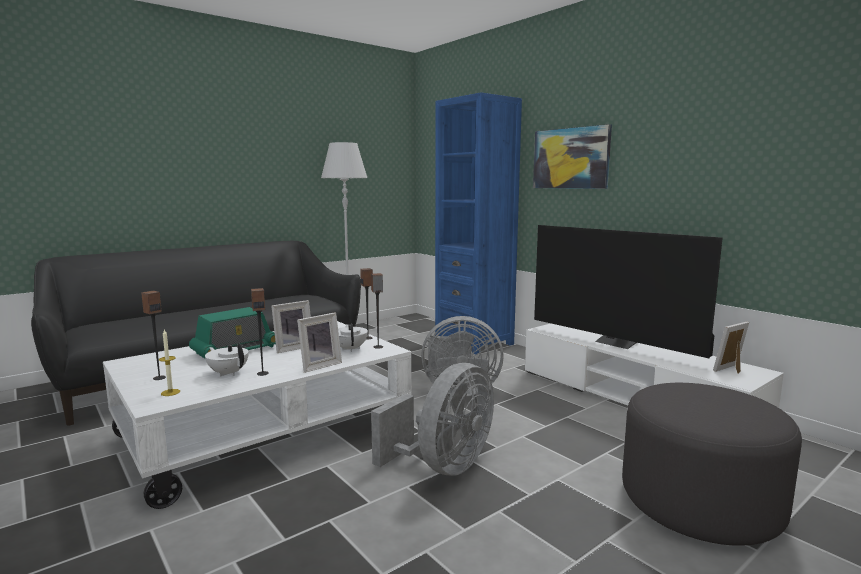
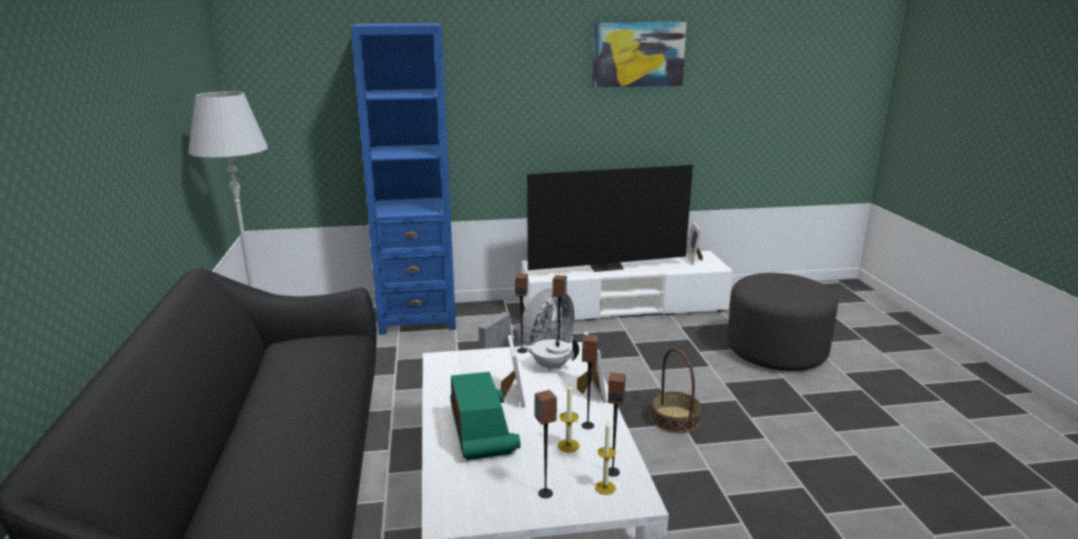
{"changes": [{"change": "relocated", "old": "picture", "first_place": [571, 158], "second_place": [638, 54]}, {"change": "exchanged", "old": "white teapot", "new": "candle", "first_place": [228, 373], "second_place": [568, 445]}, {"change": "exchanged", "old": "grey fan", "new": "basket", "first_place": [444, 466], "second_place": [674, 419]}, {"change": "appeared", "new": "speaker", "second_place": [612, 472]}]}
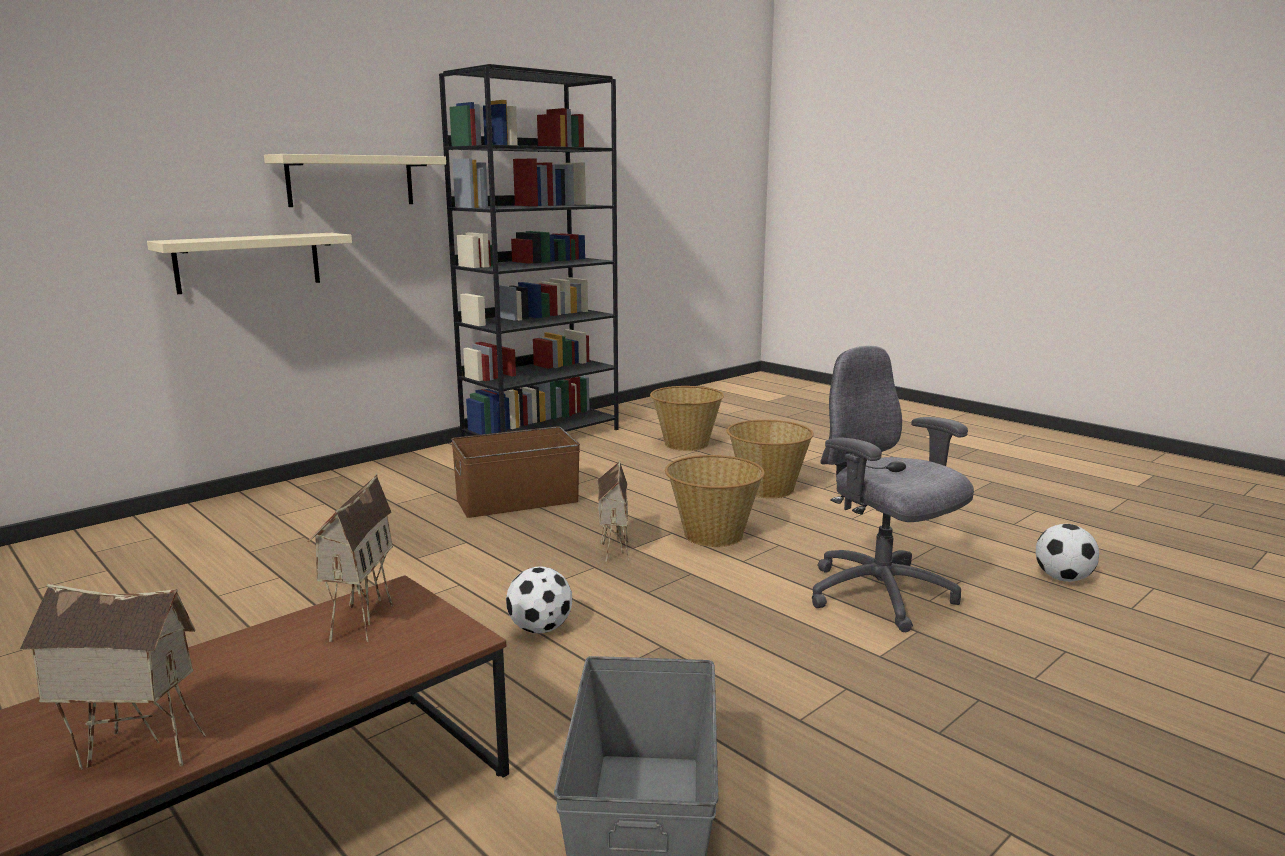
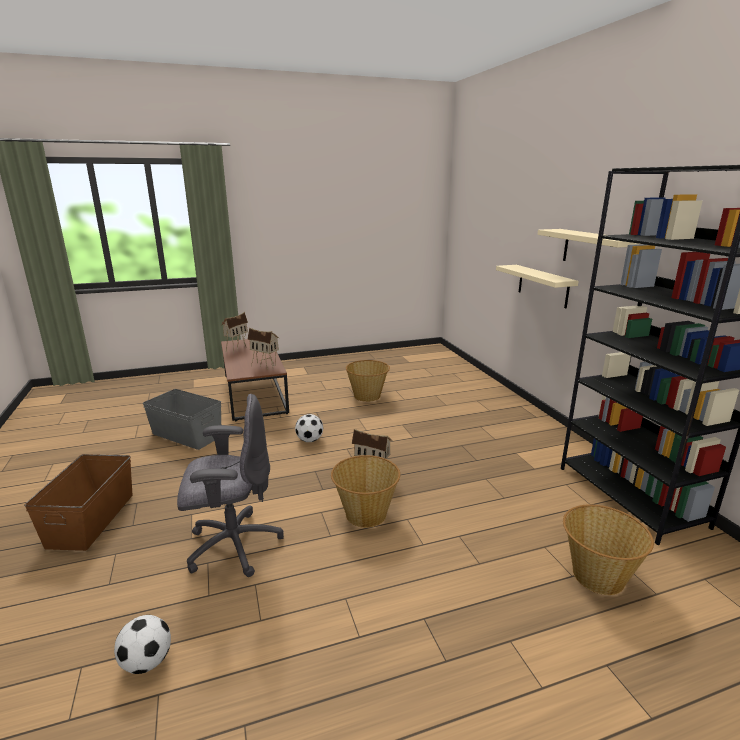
{"changes": [{"change": "relocated", "old": "basket", "first_place": [767, 489], "second_place": [367, 396]}, {"change": "relocated", "old": "brown storage box", "first_place": [516, 500], "second_place": [92, 519]}]}
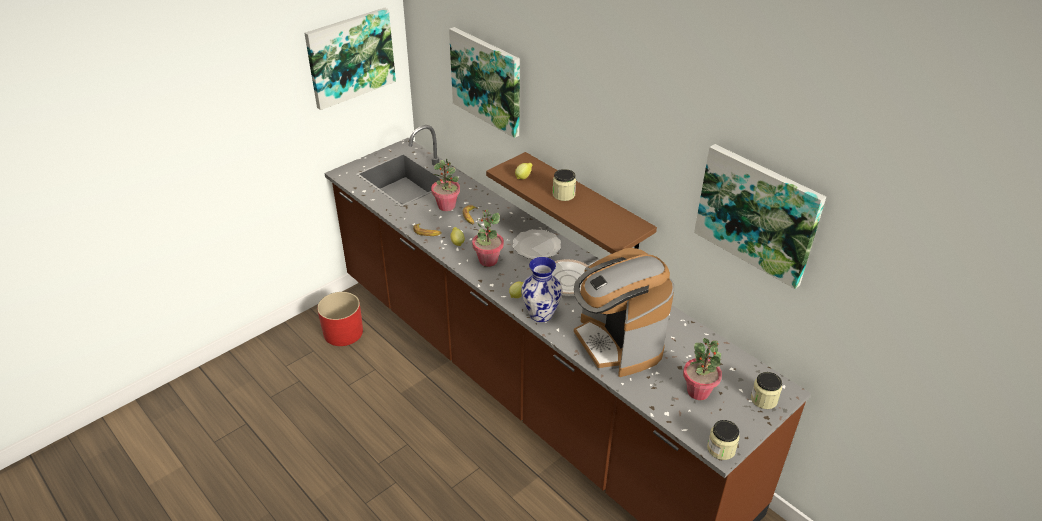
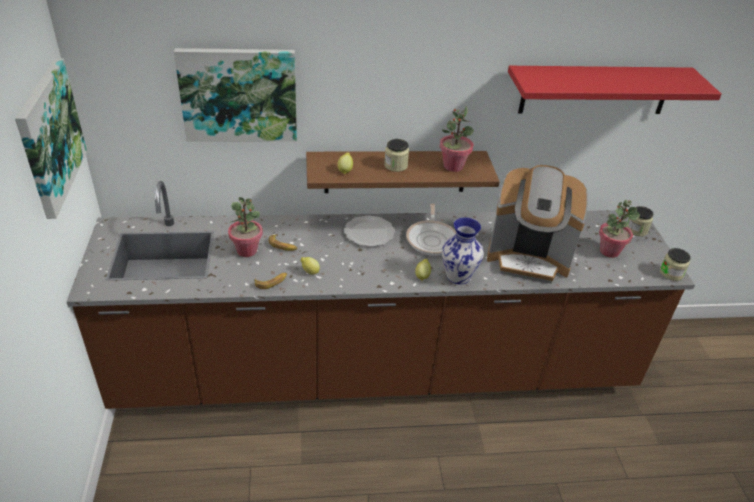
{"changes": [{"change": "exchanged", "old": "picture", "new": "red shelf", "first_place": [758, 214], "second_place": [595, 90]}, {"change": "relocated", "old": "potted plant", "first_place": [488, 260], "second_place": [453, 166]}, {"change": "missing", "old": "red planter", "first_place": [343, 332]}]}
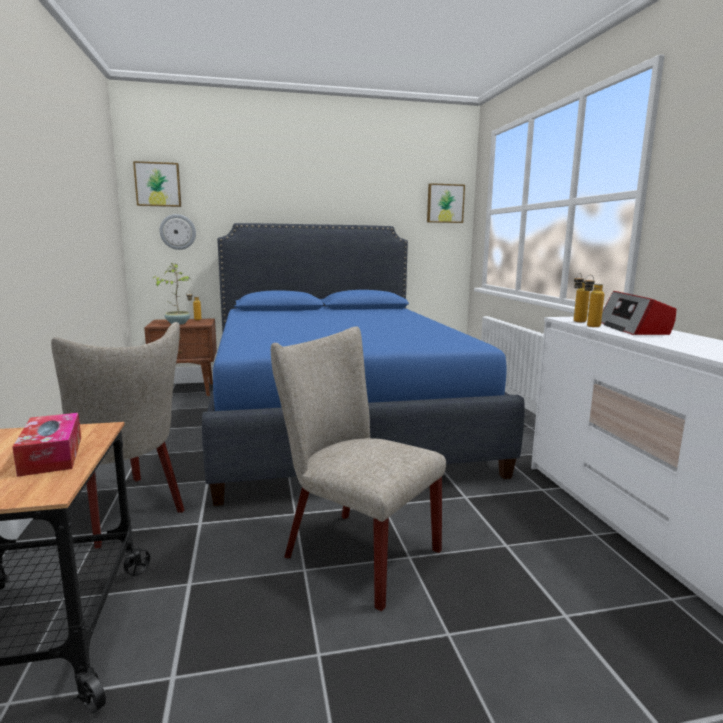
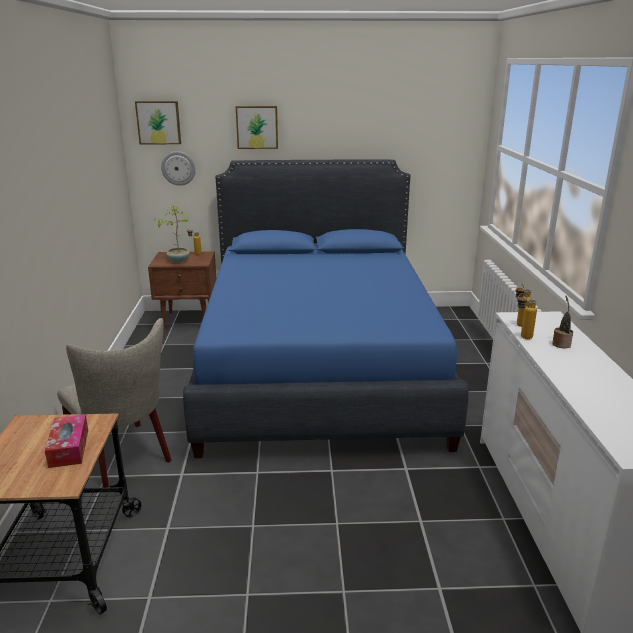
{"changes": [{"change": "relocated", "old": "picture", "first_place": [445, 203], "second_place": [257, 127]}, {"change": "exchanged", "old": "radio", "new": "potted plant", "first_place": [633, 328], "second_place": [561, 344]}, {"change": "missing", "old": "beige chair", "first_place": [353, 551]}]}
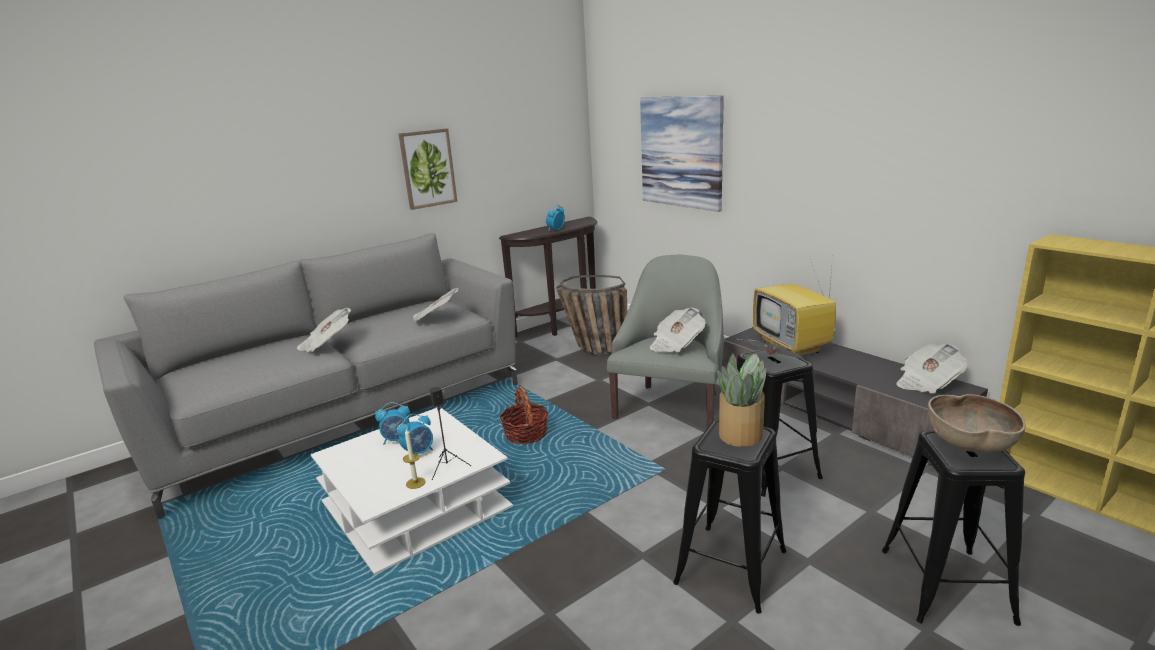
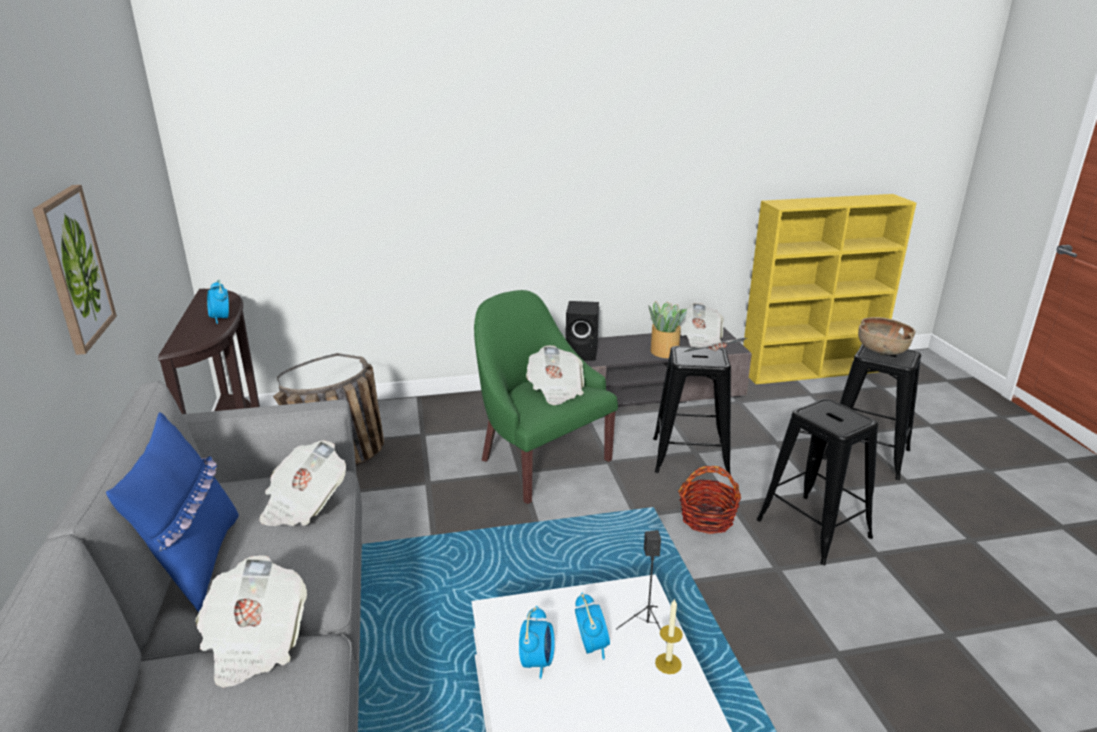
{"changes": [{"change": "missing", "old": "picture", "first_place": [681, 152]}, {"change": "colour", "old": "grey armchair", "new": "green armchair", "first_place": [671, 406], "second_place": [540, 461]}, {"change": "exchanged", "old": "television", "new": "black speaker", "first_place": [793, 347], "second_place": [583, 353]}, {"change": "relocated", "old": "potted plant", "first_place": [741, 434], "second_place": [664, 351]}, {"change": "relocated", "old": "basket", "first_place": [526, 434], "second_place": [707, 519]}, {"change": "appeared", "new": "blue pillow", "second_place": [195, 562]}]}
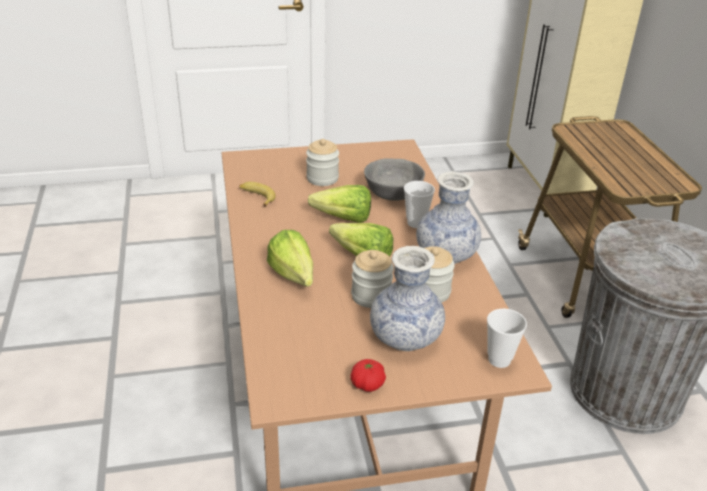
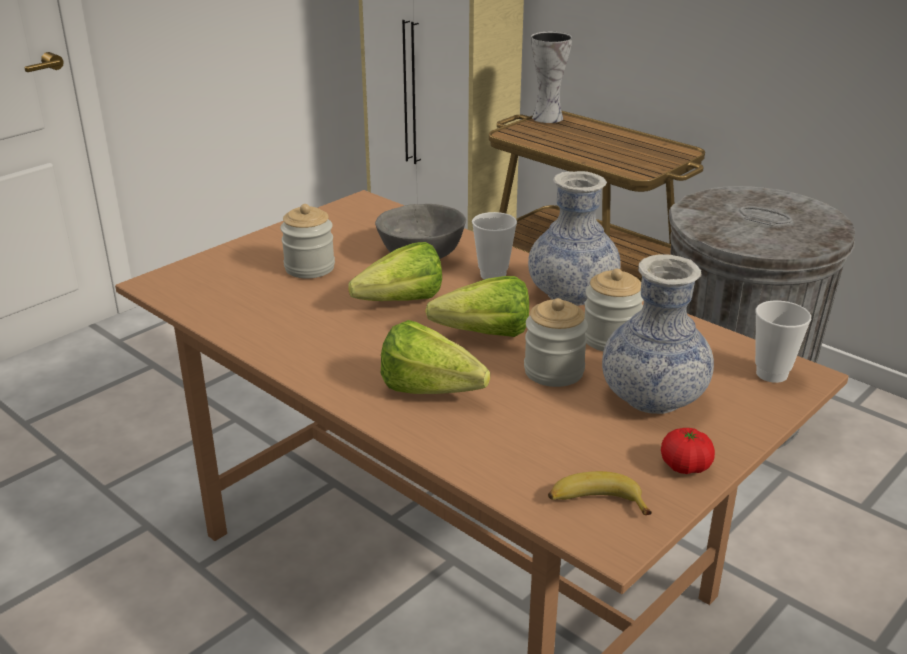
{"changes": [{"change": "relocated", "old": "banana", "first_place": [257, 197], "second_place": [596, 503]}, {"change": "appeared", "new": "vase", "second_place": [546, 117]}]}
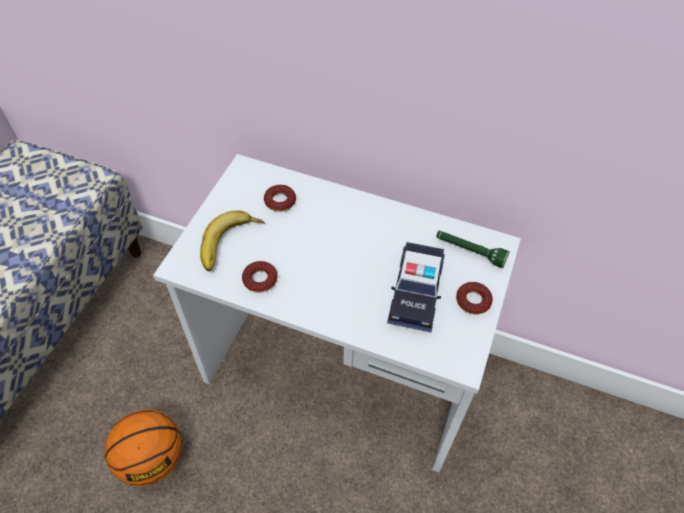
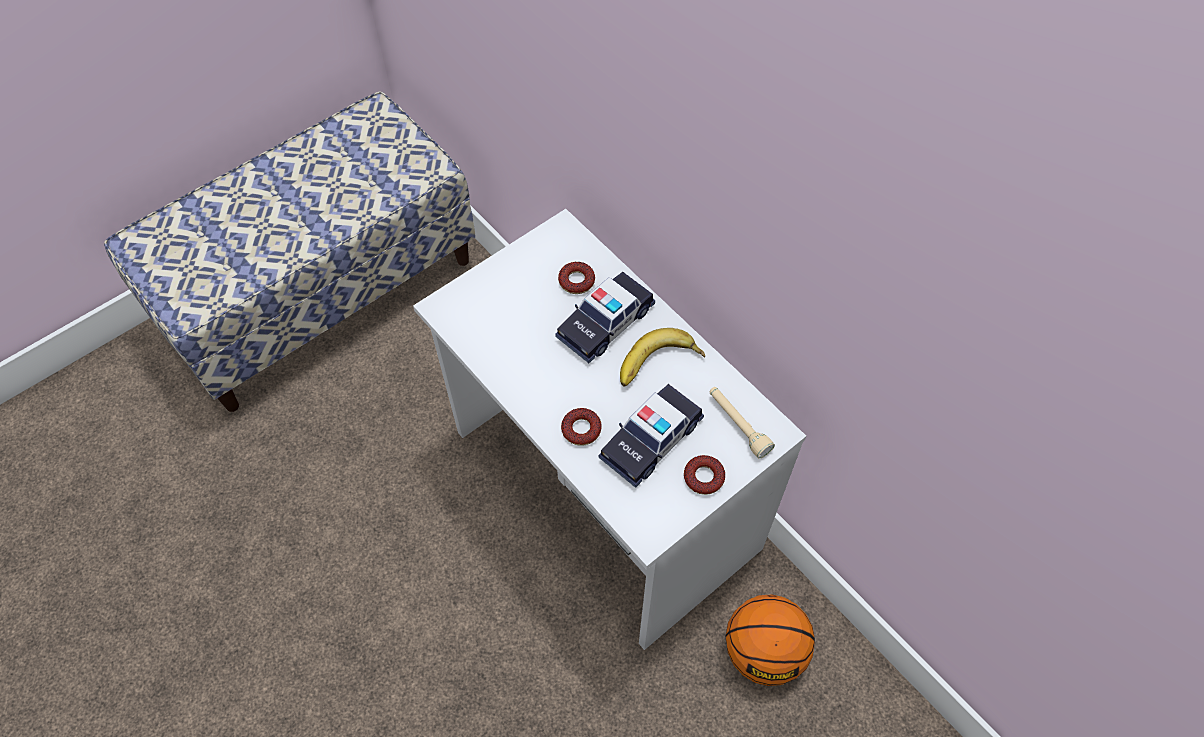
{"changes": [{"change": "relocated", "old": "banana", "first_place": [231, 245], "second_place": [659, 366]}, {"change": "colour", "old": "green flashlight", "new": "beige flashlight", "first_place": [469, 252], "second_place": [737, 425]}, {"change": "relocated", "old": "donut", "first_place": [260, 280], "second_place": [581, 429]}, {"change": "relocated", "old": "basketball", "first_place": [152, 459], "second_place": [764, 651]}, {"change": "appeared", "new": "toy car", "second_place": [605, 323]}]}
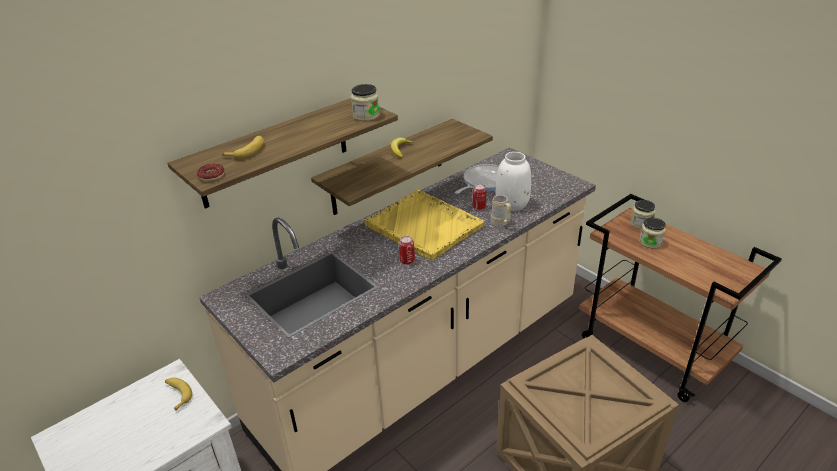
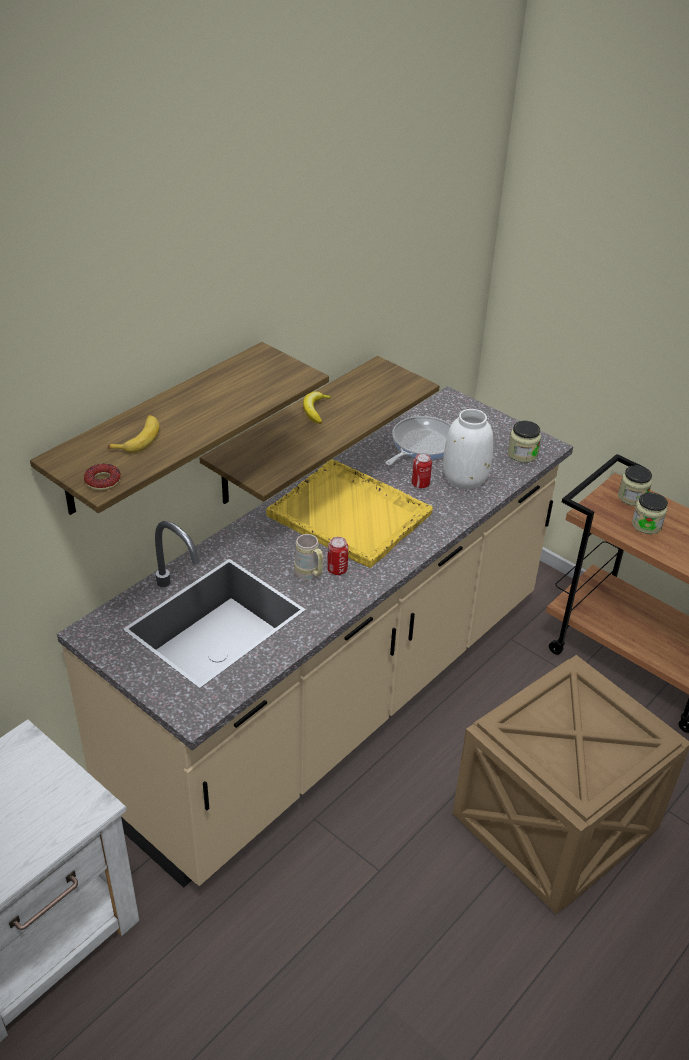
{"changes": [{"change": "relocated", "old": "jar", "first_place": [366, 115], "second_place": [522, 454]}, {"change": "relocated", "old": "beige mug", "first_place": [501, 224], "second_place": [309, 575]}, {"change": "missing", "old": "banana", "first_place": [177, 394]}]}
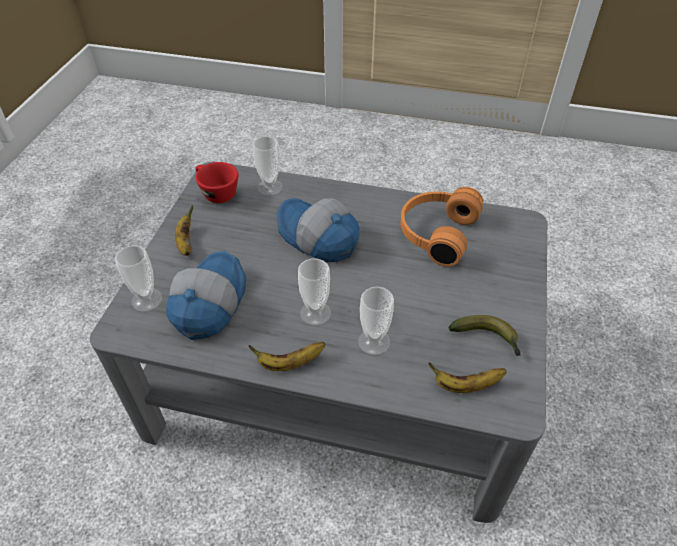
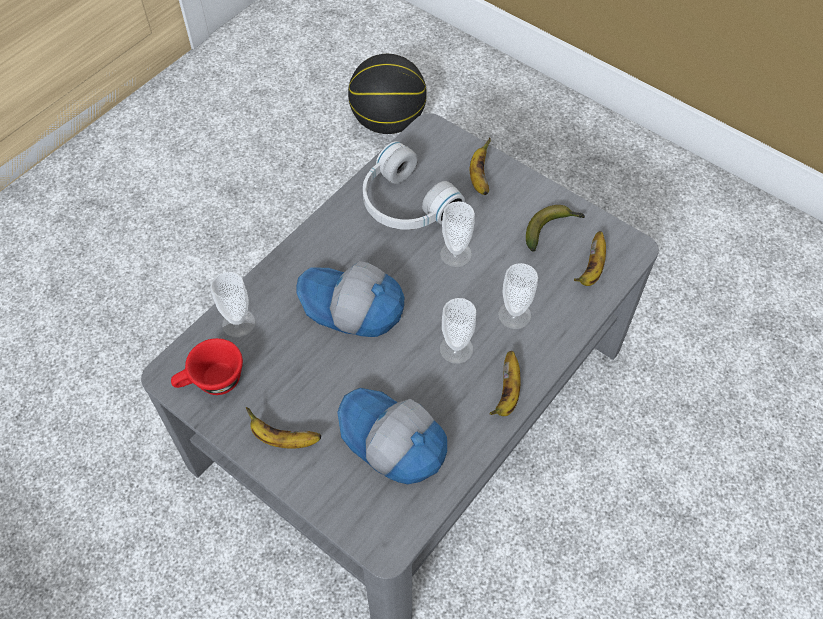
{"changes": [{"change": "colour", "old": "orange headphones", "new": "white headphones", "first_place": [435, 233], "second_place": [404, 205]}, {"change": "spun", "old": "cap", "first_place": [317, 238], "second_place": [351, 308], "degrees": 45}, {"change": "relocated", "old": "cup", "first_place": [147, 300], "second_place": [456, 254]}, {"change": "appeared", "new": "basketball", "second_place": [388, 121]}, {"change": "appeared", "new": "banana", "second_place": [479, 178]}]}
